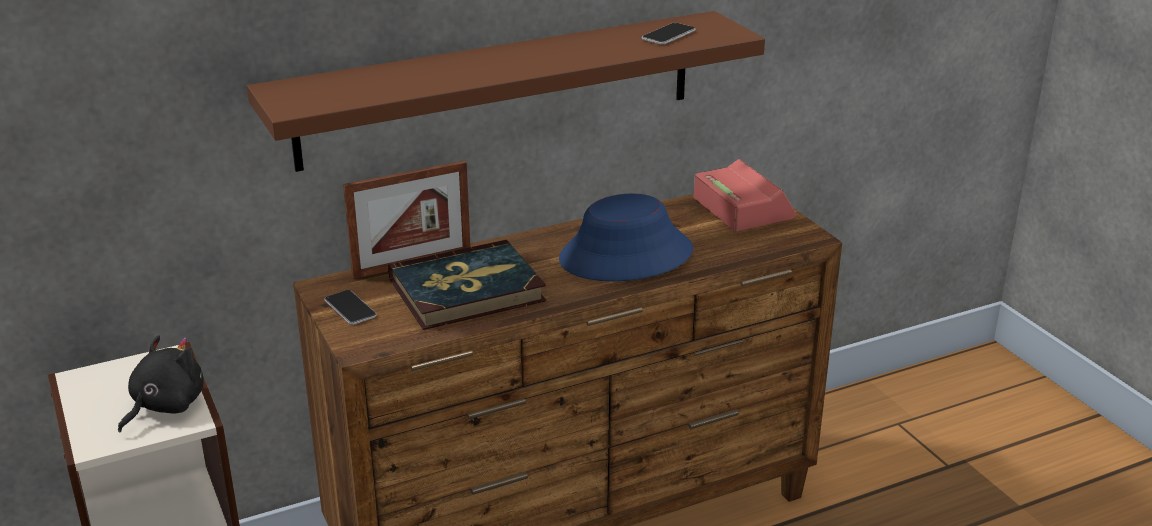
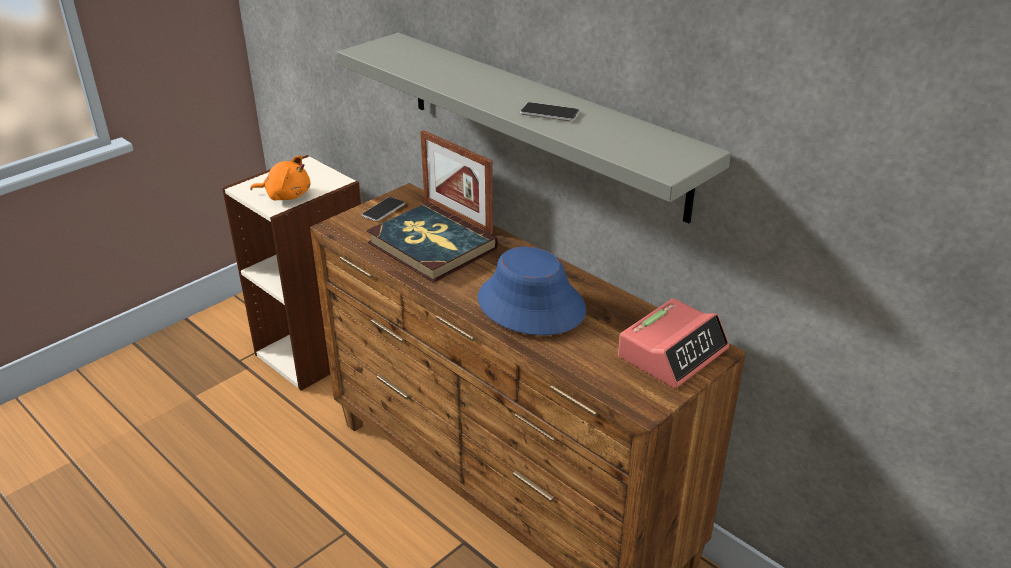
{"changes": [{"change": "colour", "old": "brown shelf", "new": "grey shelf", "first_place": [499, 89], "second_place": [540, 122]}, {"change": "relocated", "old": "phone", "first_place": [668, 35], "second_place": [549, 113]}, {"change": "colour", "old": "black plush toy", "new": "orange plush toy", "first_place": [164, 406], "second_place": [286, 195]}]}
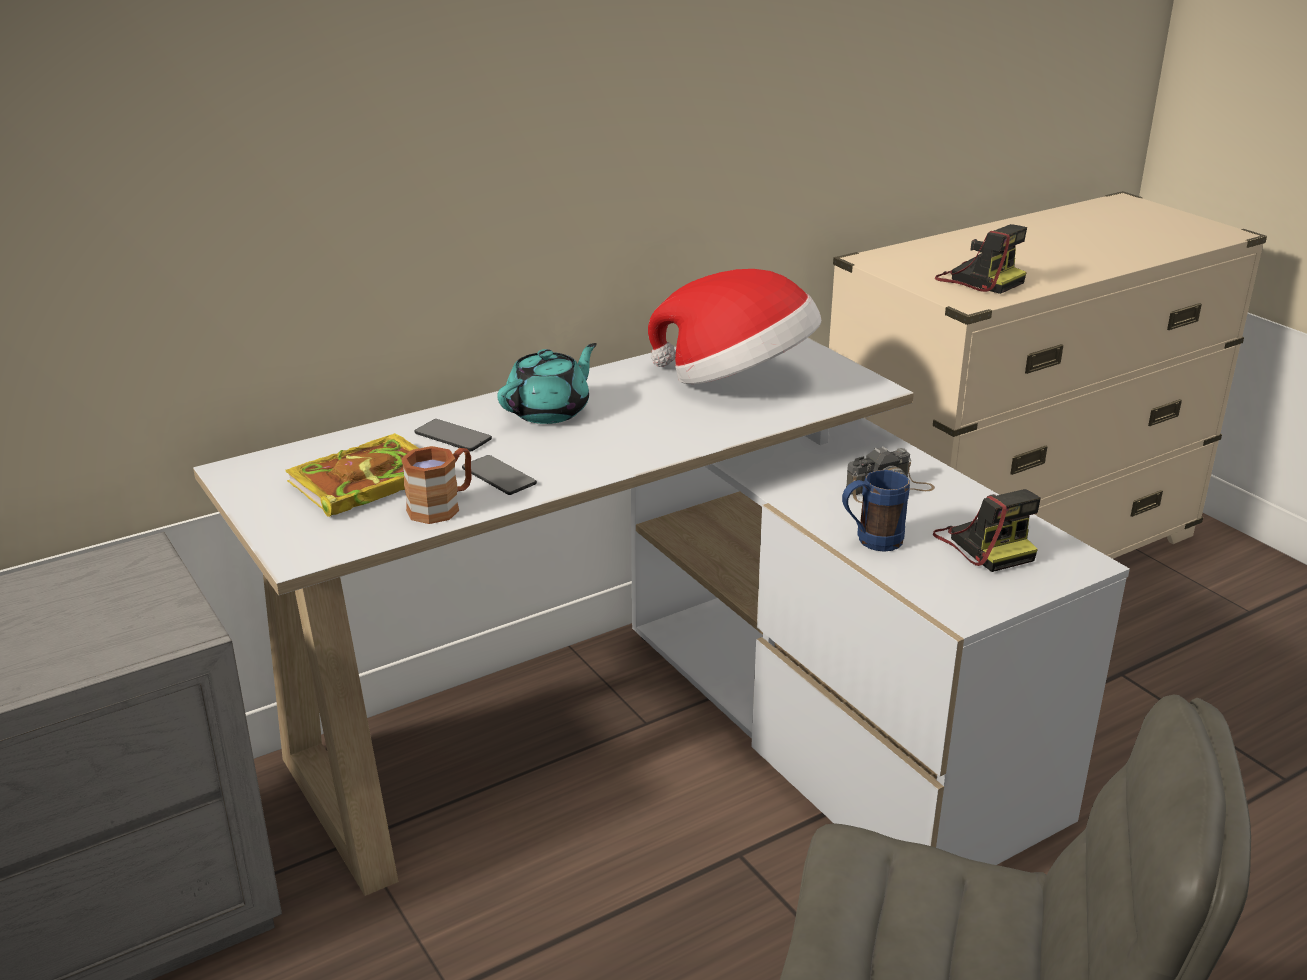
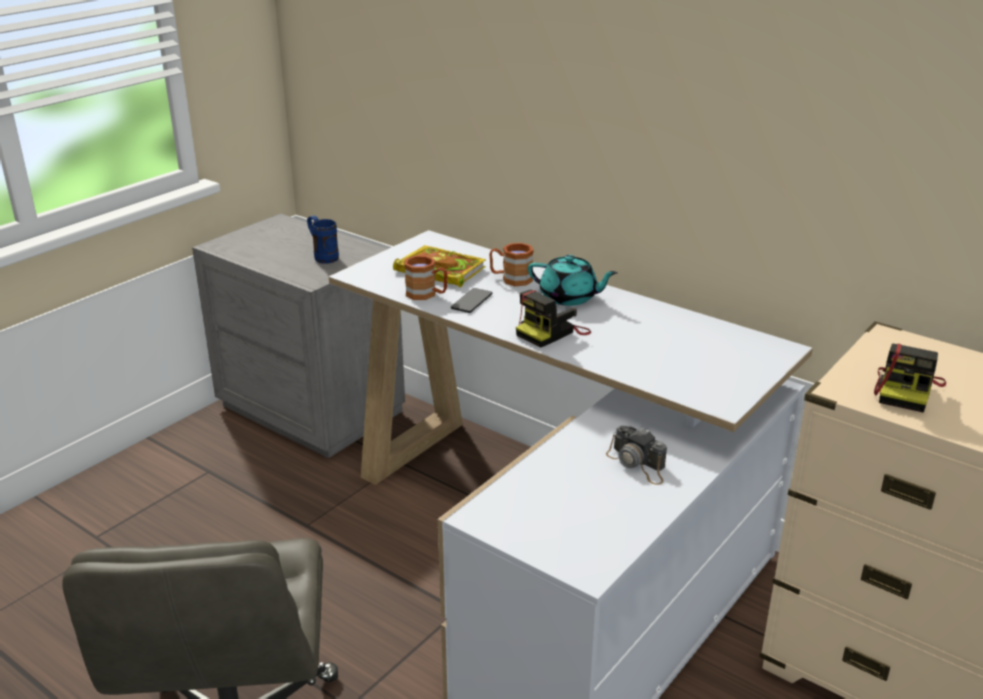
{"changes": [{"change": "missing", "old": "hat", "first_place": [737, 379]}, {"change": "exchanged", "old": "phone", "new": "brown mug", "first_place": [453, 437], "second_place": [511, 279]}, {"change": "relocated", "old": "blue mug", "first_place": [870, 542], "second_place": [323, 256]}, {"change": "relocated", "old": "photo camera", "first_place": [984, 544], "second_place": [552, 332]}]}
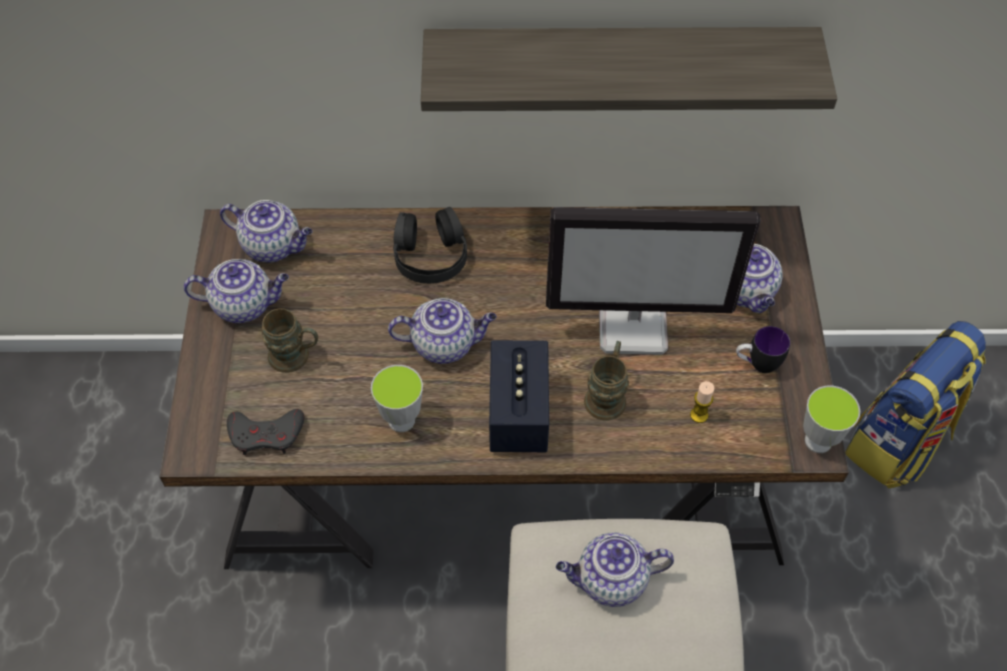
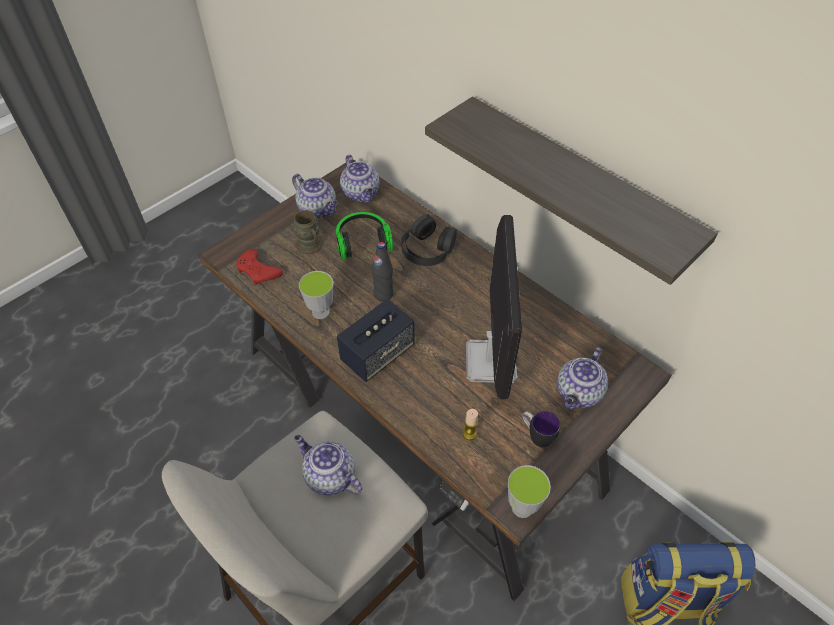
{"changes": [{"change": "spun", "old": "monitor", "first_place": [634, 325], "second_place": [490, 360], "degrees": -135}, {"change": "exchanged", "old": "teapot", "new": "black bottle", "first_place": [445, 344], "second_place": [383, 294]}, {"change": "missing", "old": "brown mug", "first_place": [607, 394]}, {"change": "colour", "old": "grey game controller", "new": "red game controller", "first_place": [266, 434], "second_place": [258, 271]}, {"change": "appeared", "new": "headphones", "second_place": [362, 242]}]}
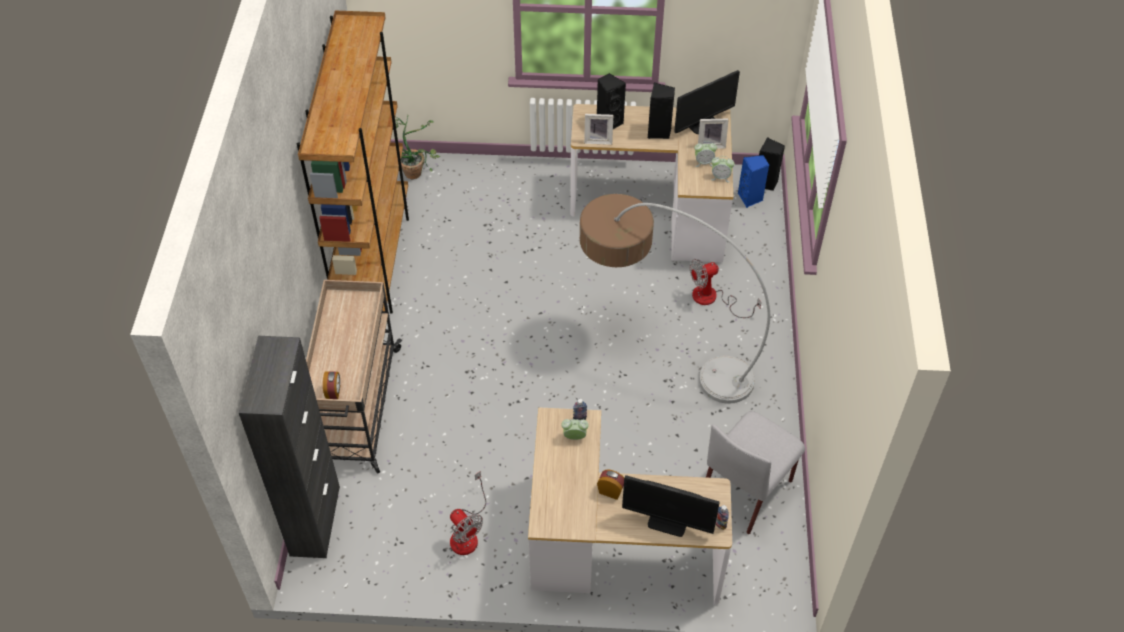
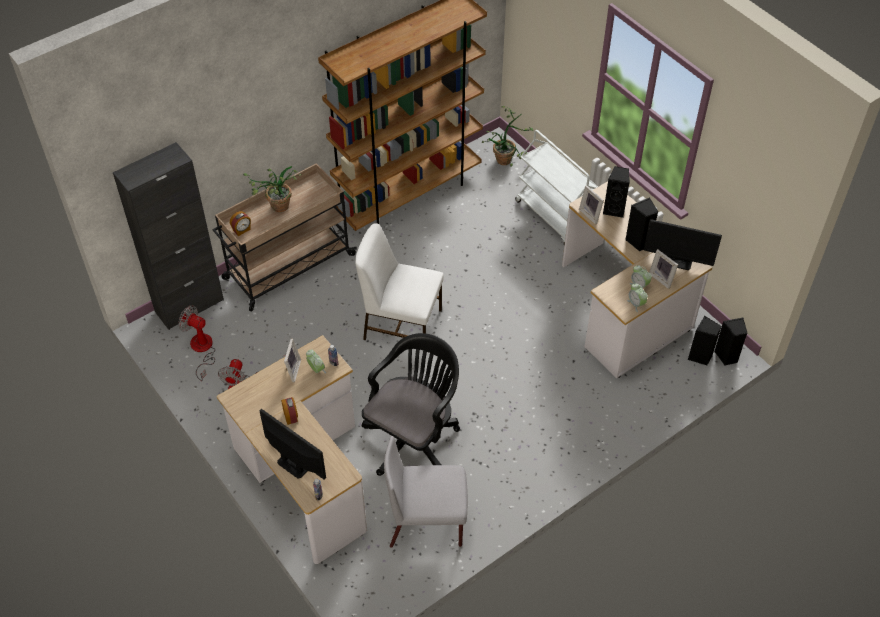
{"changes": [{"change": "colour", "old": "blue speaker", "new": "black speaker", "first_place": [750, 198], "second_place": [700, 356]}, {"change": "missing", "old": "floor lamp", "first_place": [658, 352]}, {"change": "relocated", "old": "fan", "first_place": [713, 299], "second_place": [202, 350]}, {"change": "spun", "old": "monitor", "first_place": [667, 522], "second_place": [294, 464], "degrees": 150}, {"change": "appeared", "new": "white cart", "second_place": [554, 217]}, {"change": "appeared", "new": "potted plant", "second_place": [276, 208]}, {"change": "appeared", "new": "white chair", "second_place": [401, 323]}, {"change": "appeared", "new": "black office chair", "second_place": [413, 437]}, {"change": "appeared", "new": "picture frame", "second_place": [291, 370]}]}
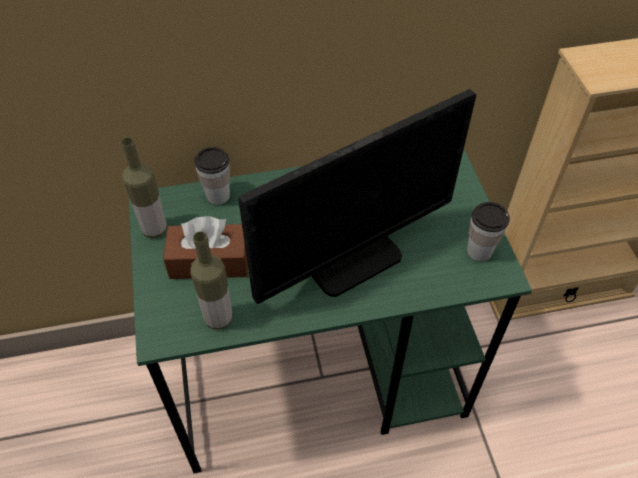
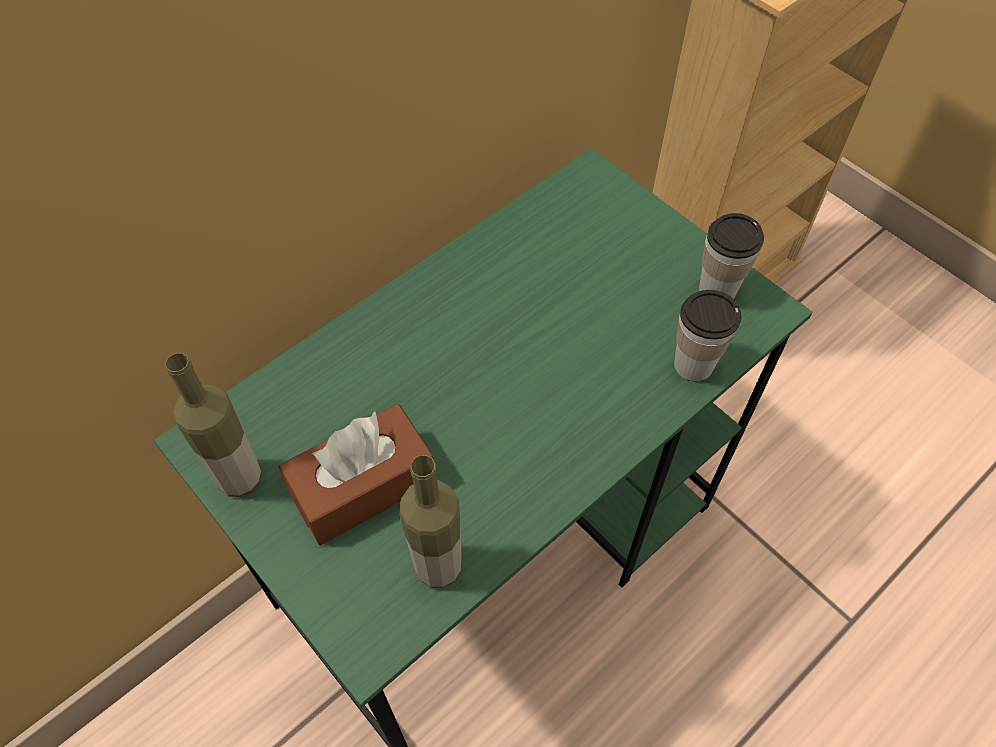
{"changes": [{"change": "missing", "old": "monitor", "first_place": [351, 258]}, {"change": "relocated", "old": "cup", "first_place": [218, 196], "second_place": [693, 365]}]}
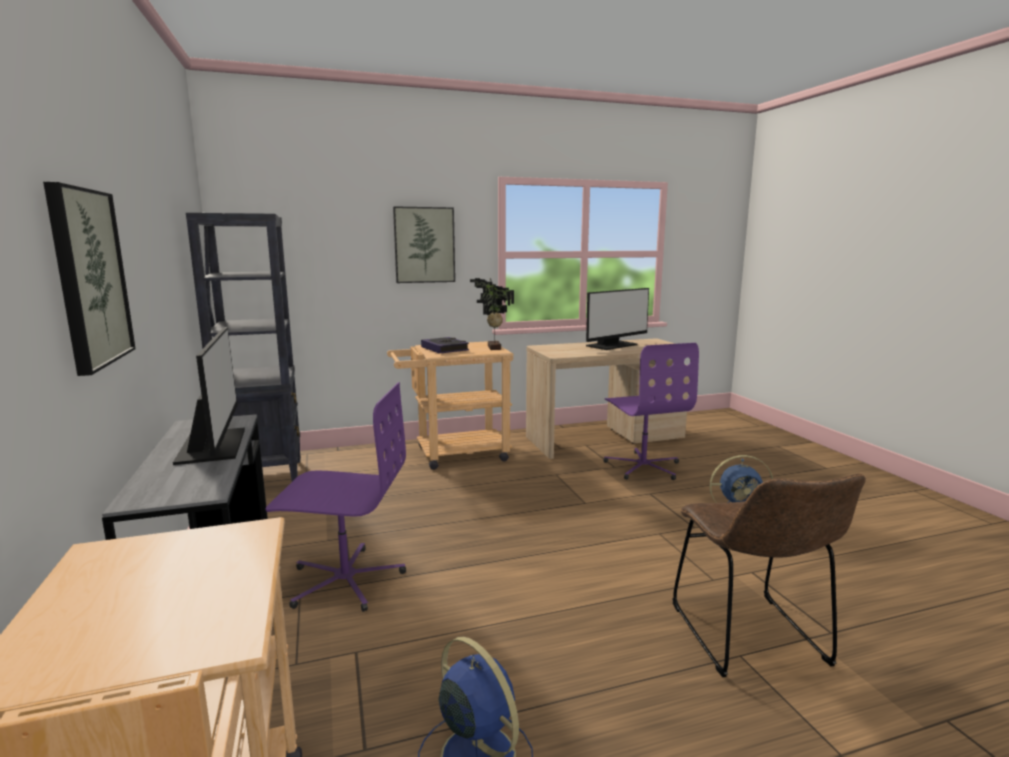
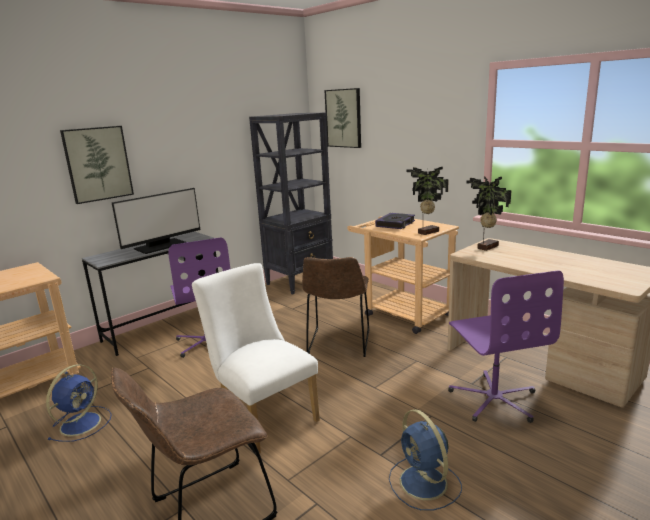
{"changes": [{"change": "relocated", "old": "picture", "first_place": [424, 245], "second_place": [344, 118]}, {"change": "missing", "old": "monitor", "first_place": [612, 345]}, {"change": "spun", "old": "purple office chair", "first_place": [643, 467], "second_place": [494, 399], "degrees": -60}, {"change": "appeared", "new": "potted plant", "second_place": [486, 247]}, {"change": "appeared", "new": "brown chair", "second_place": [338, 344]}, {"change": "appeared", "new": "white chair", "second_place": [263, 415]}]}
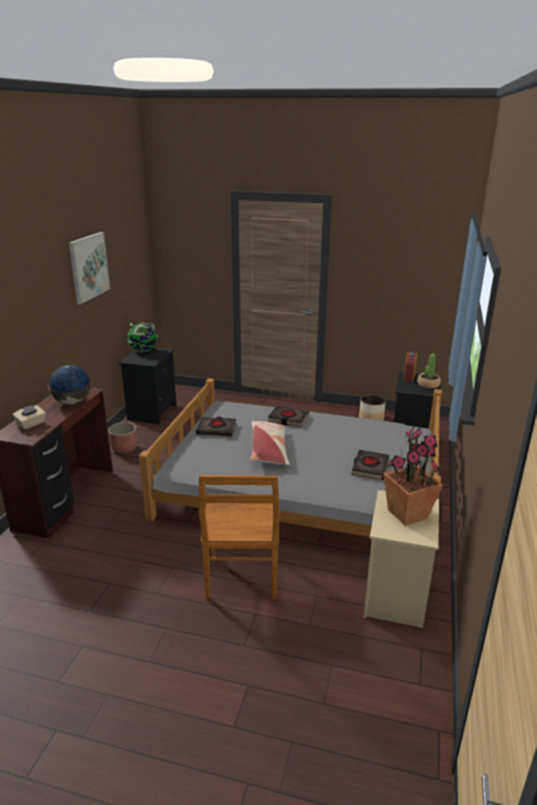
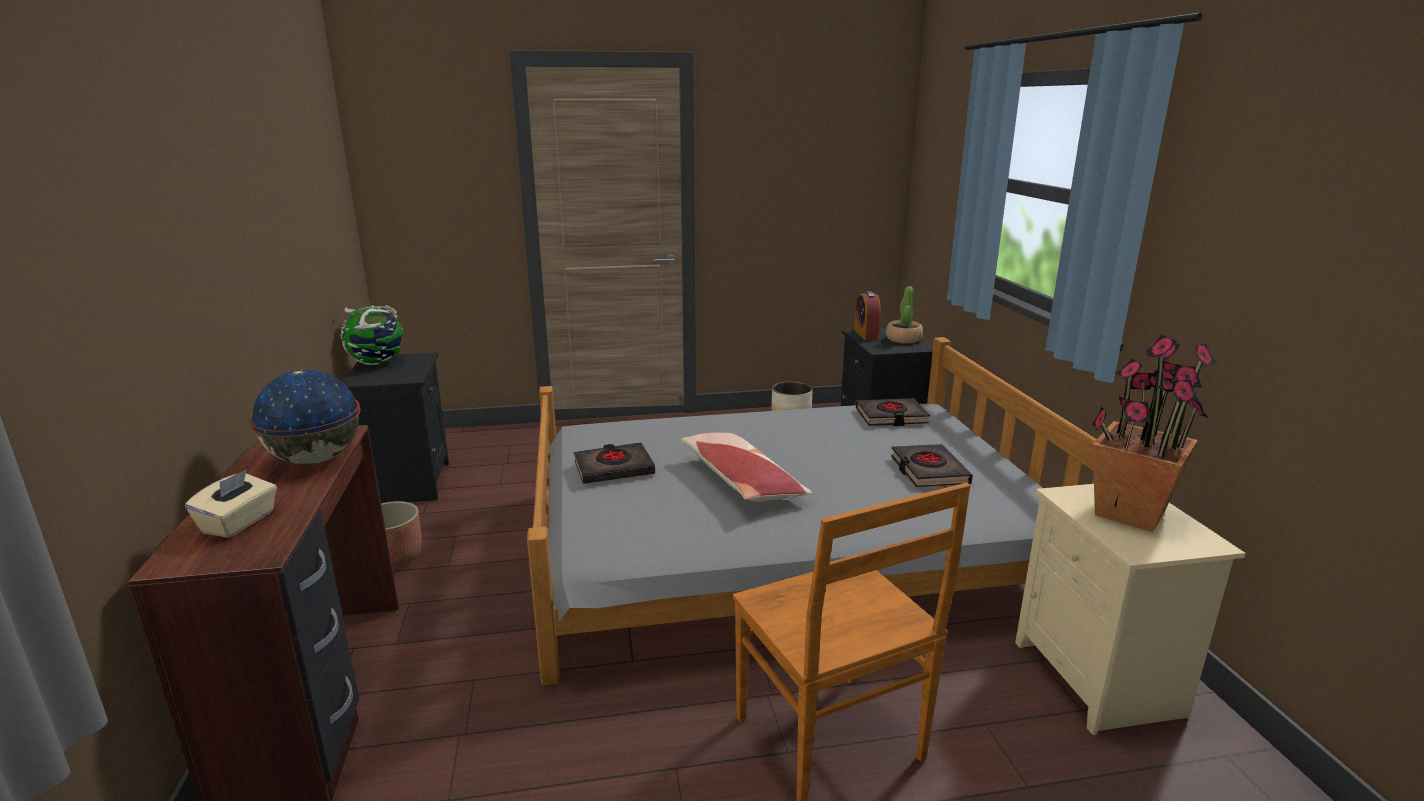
{"changes": [{"change": "missing", "old": "picture", "first_place": [89, 267]}, {"change": "relocated", "old": "black book", "first_place": [288, 419], "second_place": [891, 417]}]}
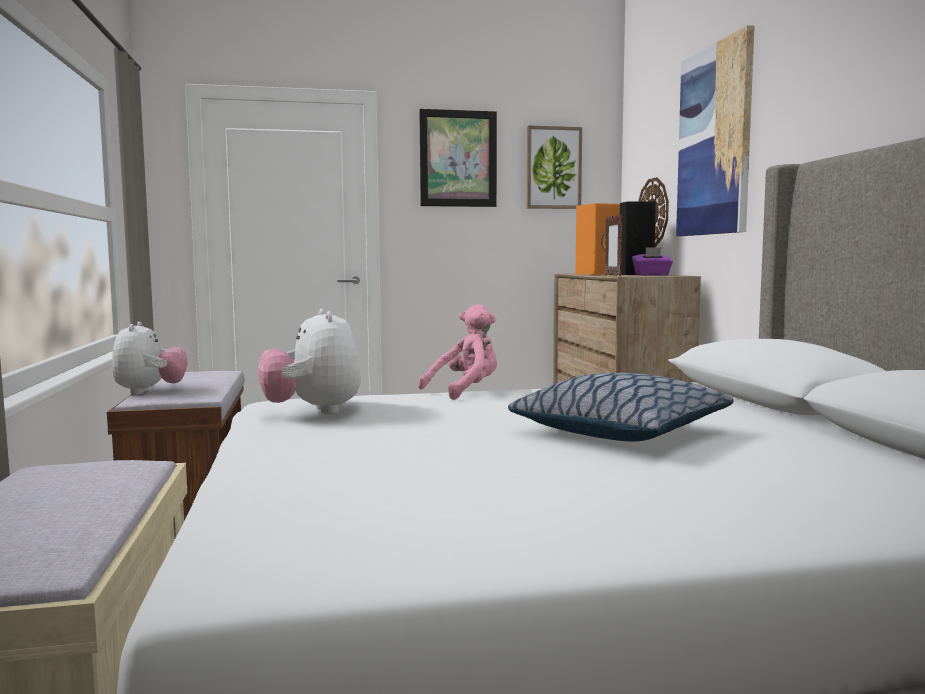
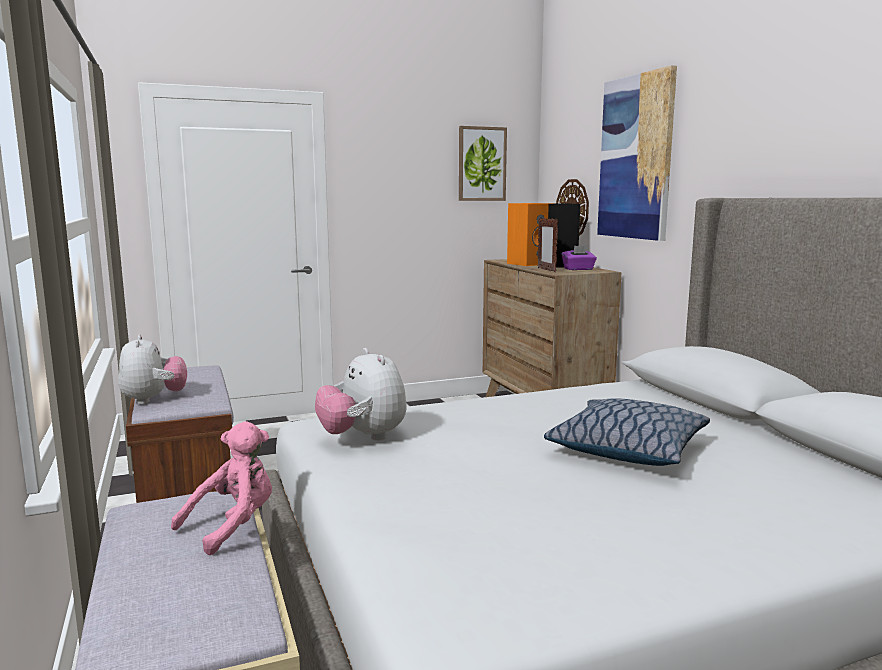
{"changes": [{"change": "missing", "old": "picture", "first_place": [458, 158]}, {"change": "relocated", "old": "pink plush toy", "first_place": [465, 391], "second_place": [233, 526]}]}
